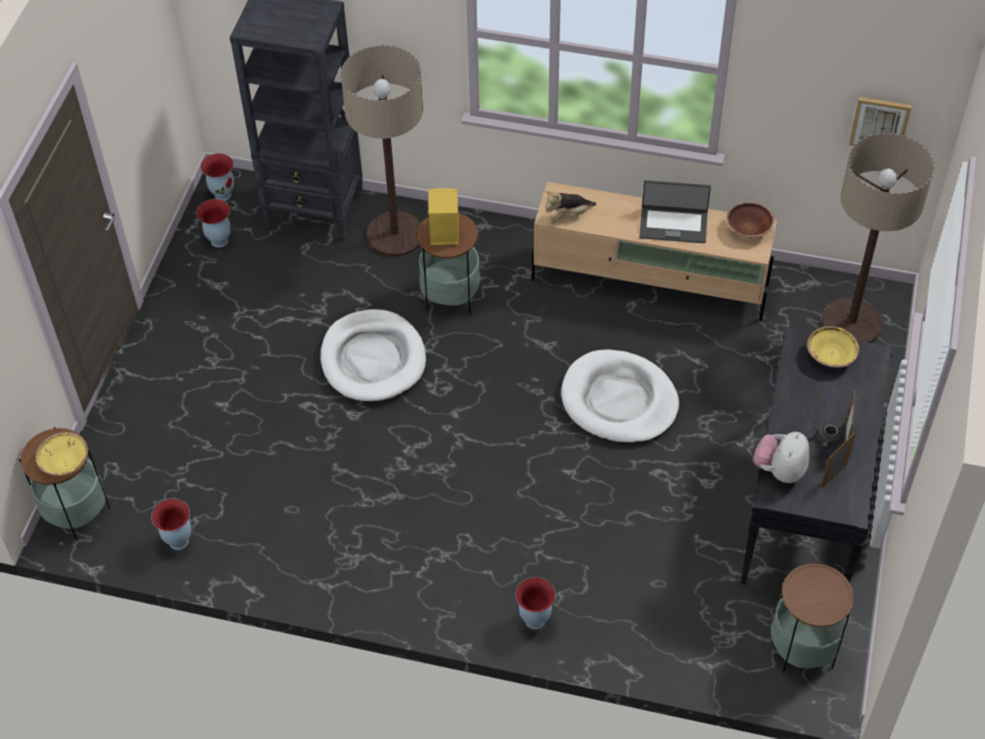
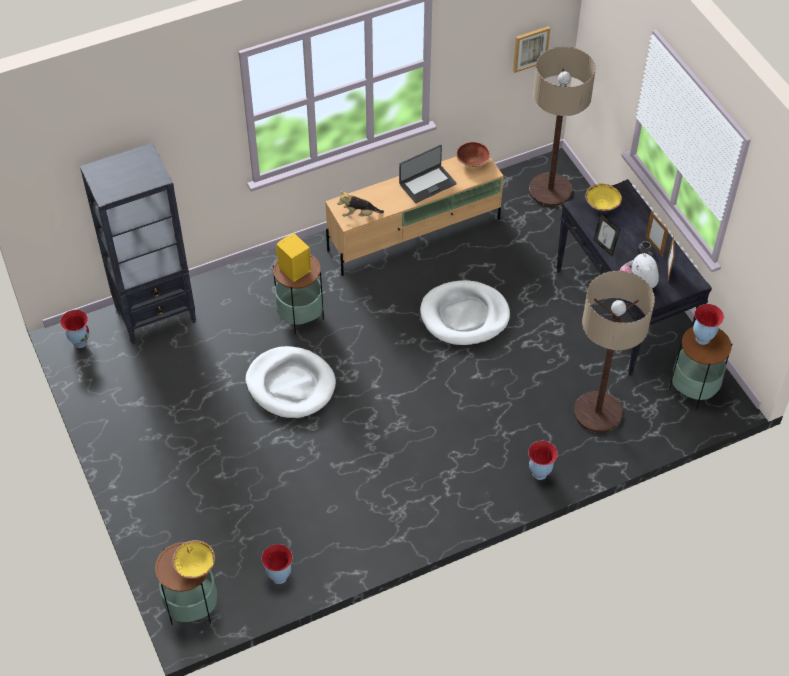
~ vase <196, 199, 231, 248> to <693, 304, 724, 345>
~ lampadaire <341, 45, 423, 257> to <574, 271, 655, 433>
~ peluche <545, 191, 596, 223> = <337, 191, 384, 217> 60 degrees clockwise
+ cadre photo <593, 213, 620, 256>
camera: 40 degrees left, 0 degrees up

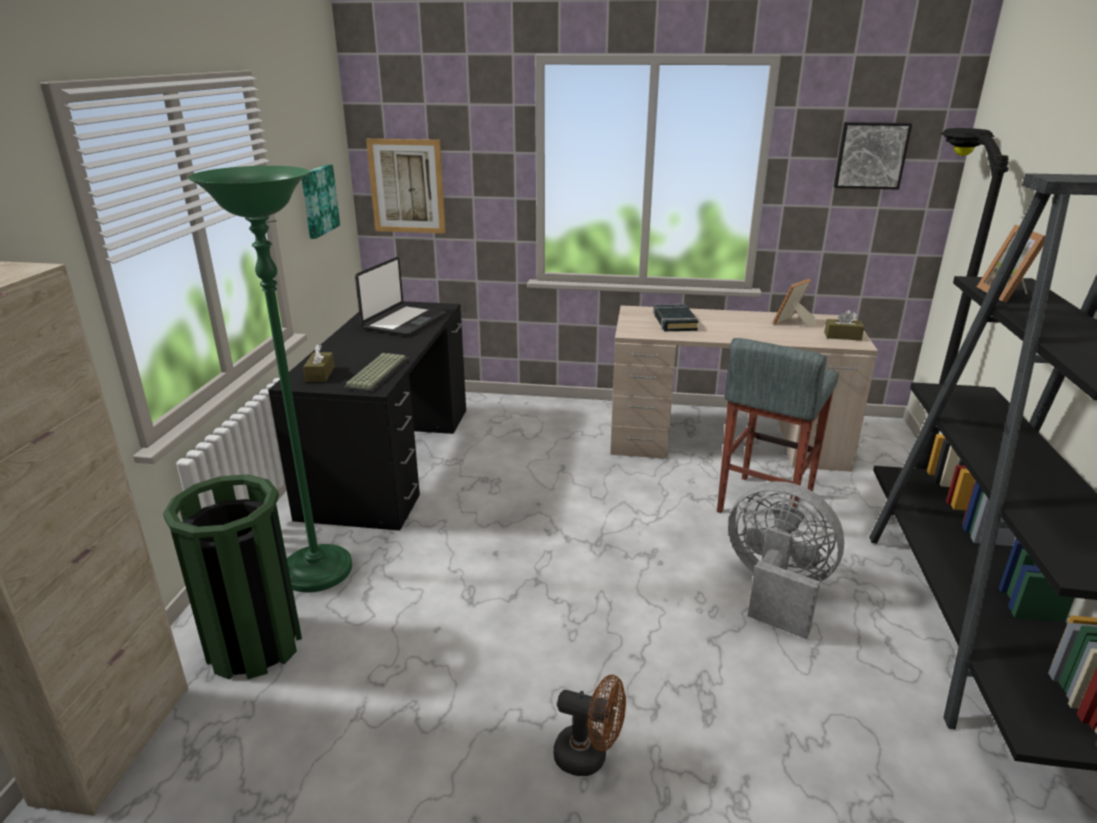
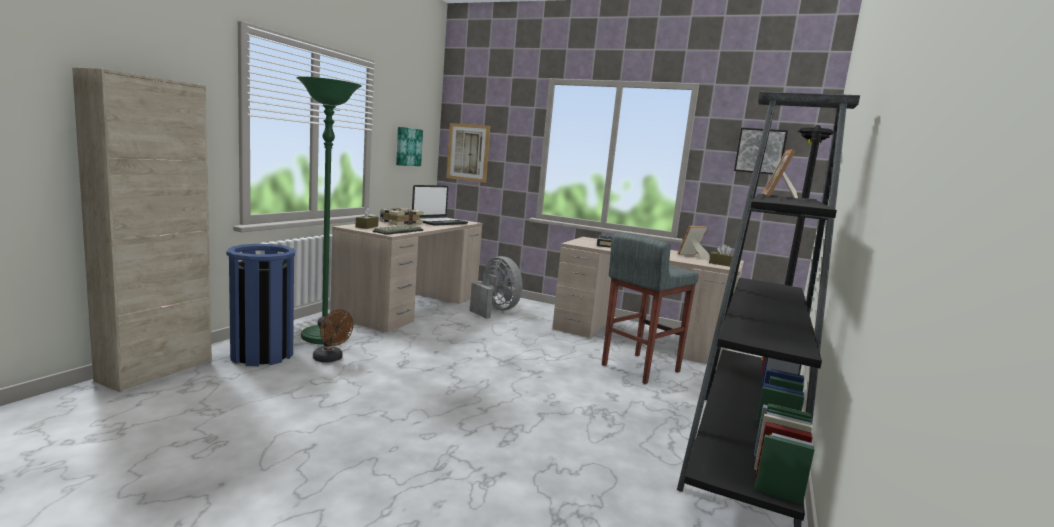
~ poubelle [vert] <163, 474, 302, 679> to poubelle [bleu] <227, 244, 295, 366>
~ bureau [noir] <268, 301, 466, 531> to bureau [beige] <330, 219, 483, 332>
~ ventilateur [marron] <553, 675, 626, 776> to <313, 309, 353, 363>
~ ventilateur [gris] <729, 481, 844, 639> to <470, 256, 523, 319>
+ livre <379, 208, 424, 225>
camera: 15 degrees right, 15 degrees down

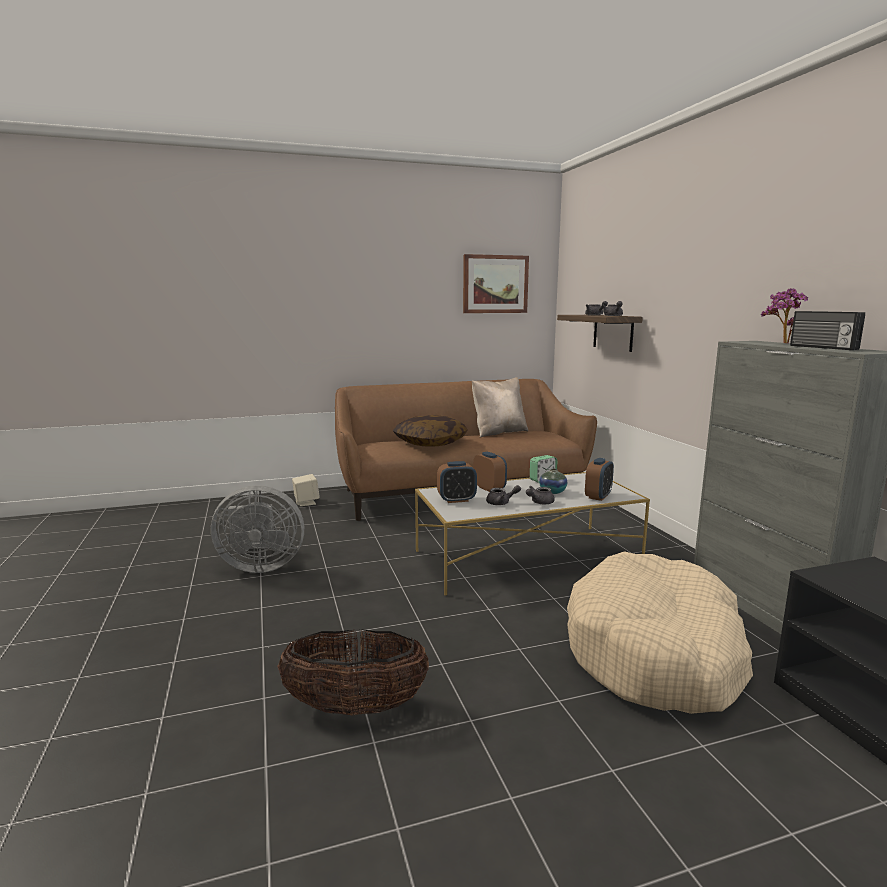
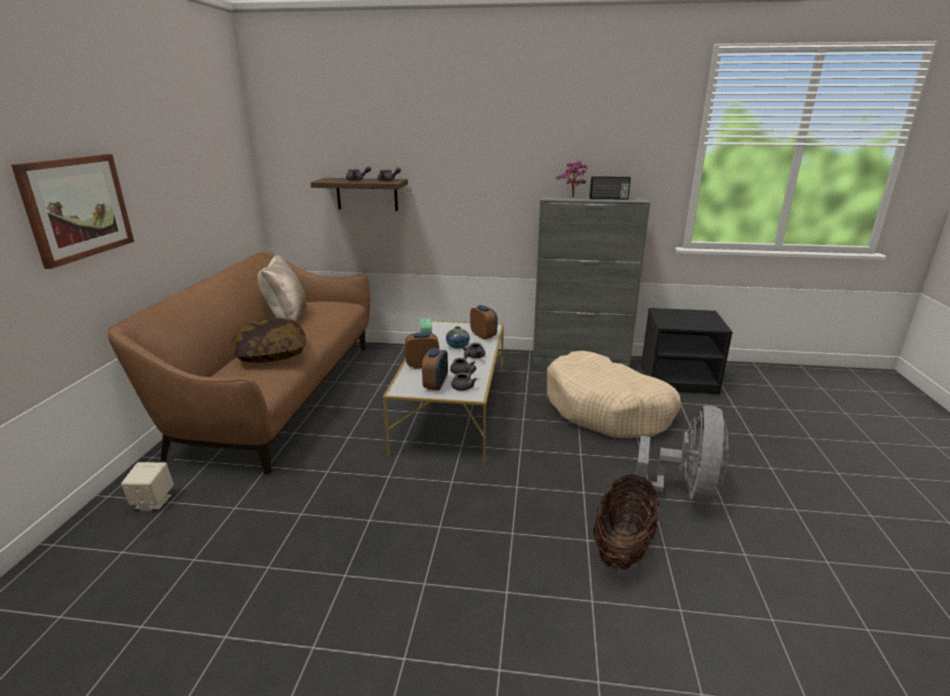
~ ventilateur [gris] <211, 485, 304, 573> to <633, 405, 729, 506>
~ tableau <463, 254, 529, 313> to <11, 154, 134, 269>
+ théière [gris] <451, 365, 477, 391>
camera: 65 degrees left, 10 degrees up

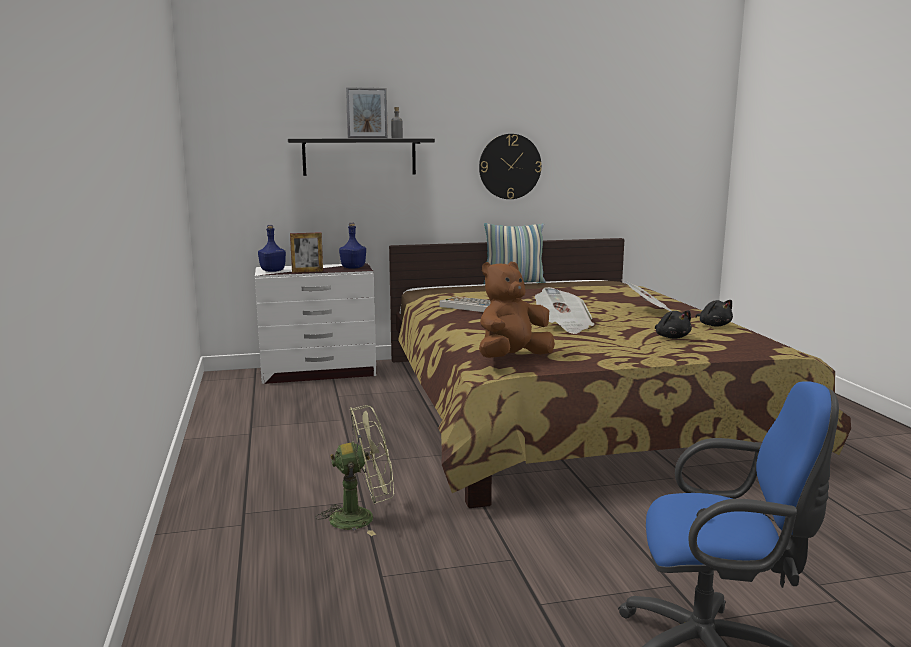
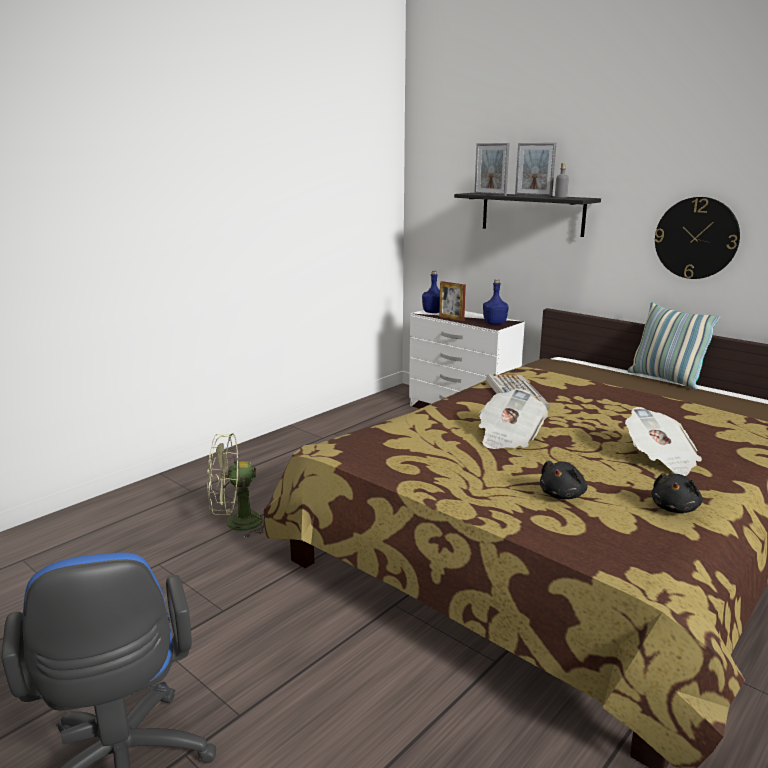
~ ventilateur [vert] <315, 405, 394, 536> = <207, 433, 265, 538> 120 degrees clockwise
- peluche [marron] <479, 261, 555, 358>
+ cadre photo <474, 143, 510, 196>
camera: 55 degrees right, 5 degrees up

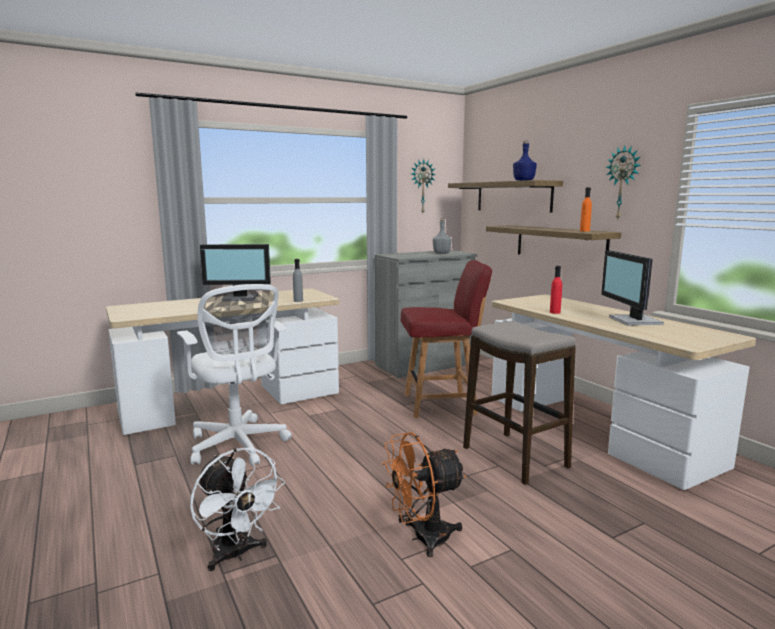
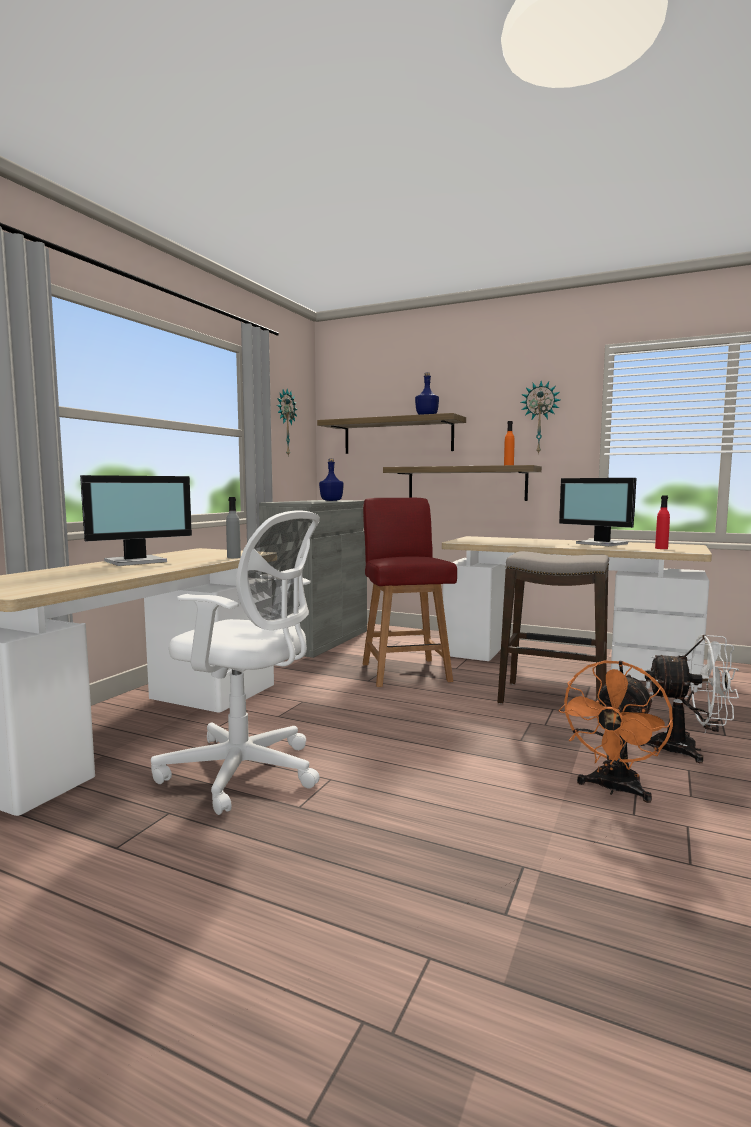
~ ventilateur [blanc] <190, 447, 285, 571> to <640, 635, 739, 763>
~ chaise [rouge] <401, 260, 492, 418> = <363, 498, 457, 687> 60 degrees counterclockwise
~ bouteille [gris] <433, 218, 451, 254> to bouteille [bleu] <319, 458, 344, 501>
~ bouteille [rouge] <550, 266, 562, 314> to <655, 495, 670, 549>
camera: 35 degrees left, 5 degrees down

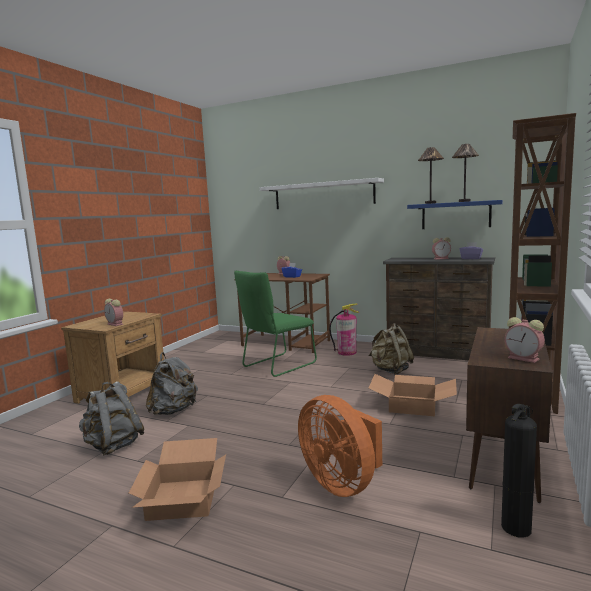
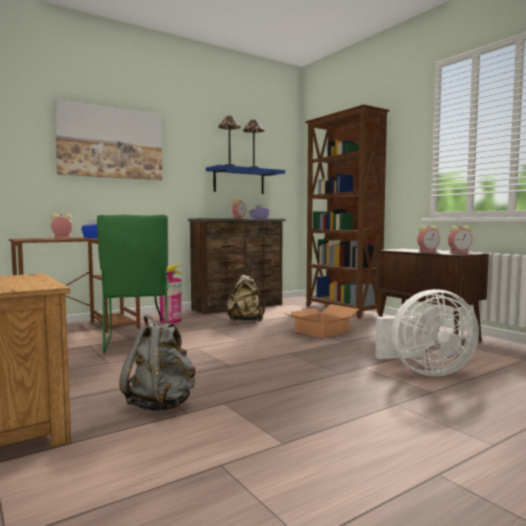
- sac à dos [gris] <79, 381, 144, 455>
~ réveil <104, 299, 123, 326> to <417, 226, 440, 252>
- carton <129, 438, 226, 521>
~ étagère [blanc] <260, 178, 384, 209> to tableau <54, 99, 162, 180>
~ ventilateur [orange] <298, 395, 382, 497> to ventilateur [blanc] <376, 289, 479, 376>
- extincteur <501, 404, 537, 538>
camera: 60 degrees left, 5 degrees down

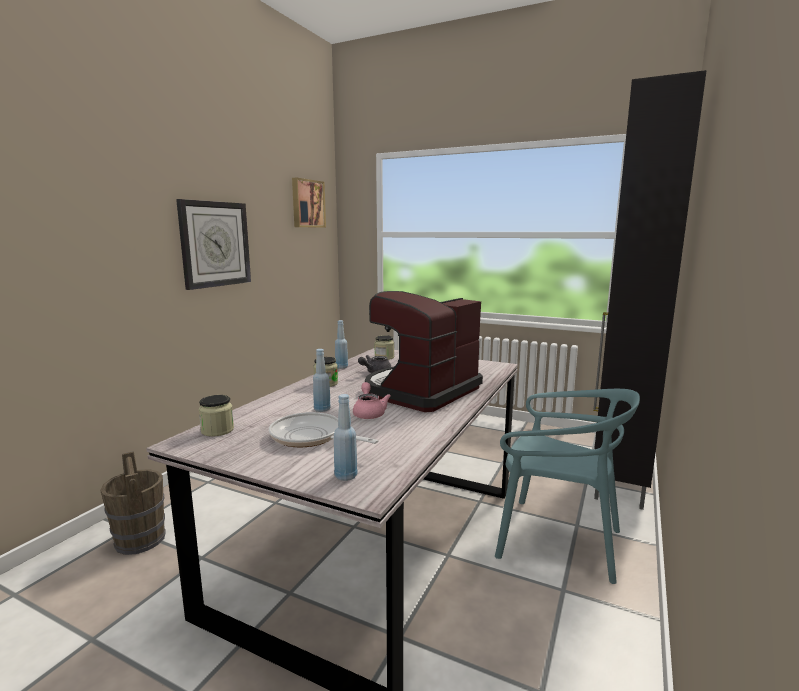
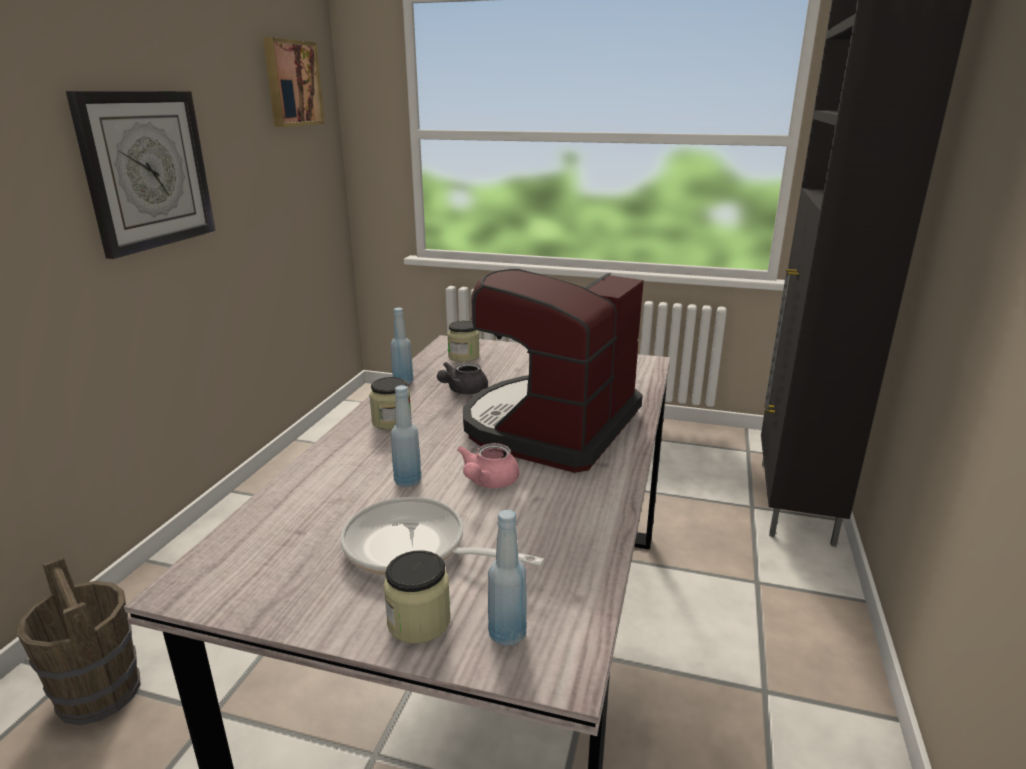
~ bocal <199, 395, 234, 437> to <384, 550, 451, 644>
~ théière [rose] <353, 382, 391, 419> = <457, 443, 520, 488> 135 degrees counterclockwise
- chaise [turquoise] <495, 389, 640, 584>
camera: 10 degrees left, 10 degrees up

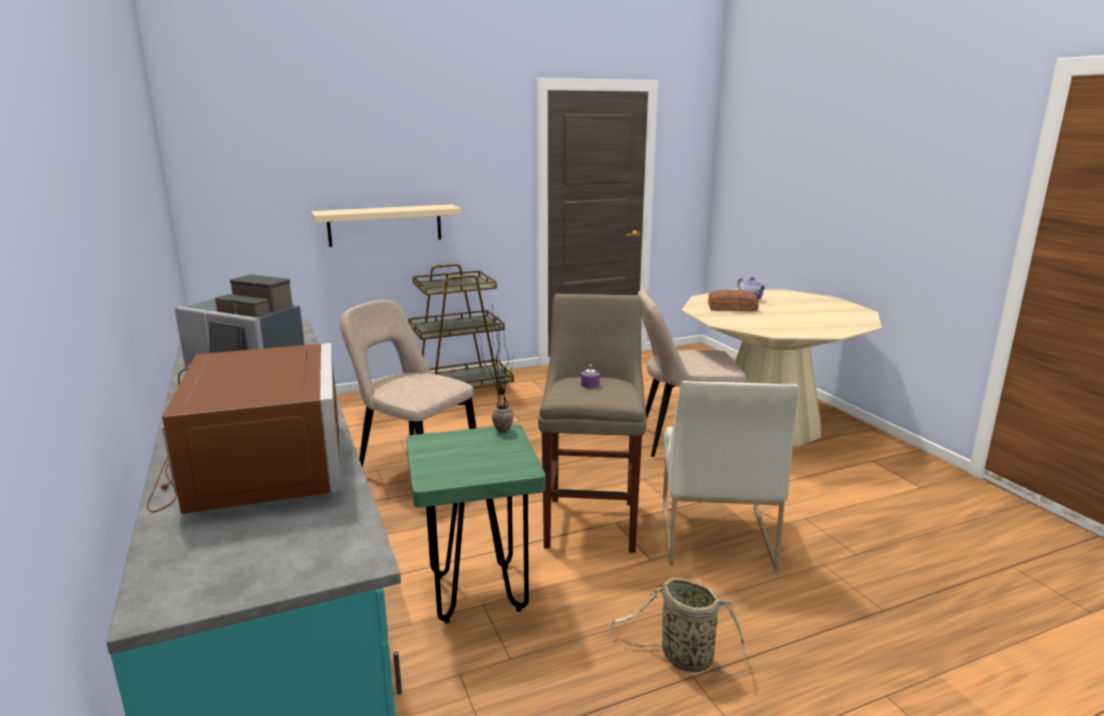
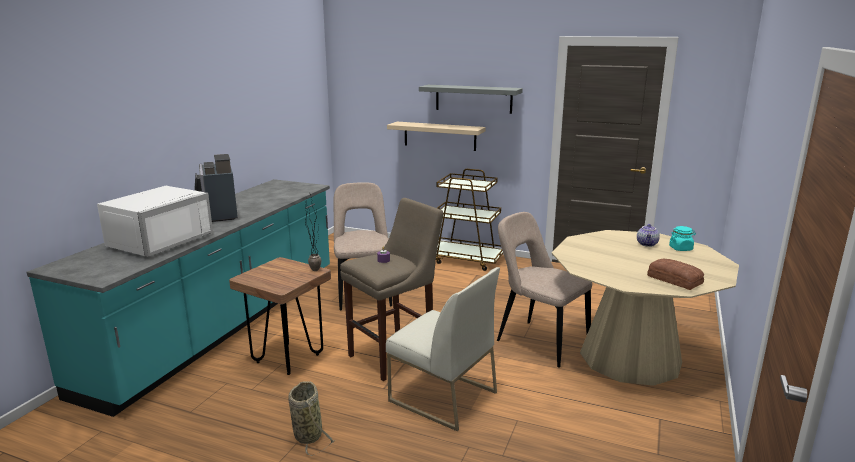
~ micro-ondes [marron] <147, 343, 343, 514> to micro-ondes [blanc] <97, 186, 213, 257>
~ tabouret [vert] <406, 424, 546, 624> to tabouret [marron] <229, 257, 331, 375>
~ chaise [blanc] <663, 381, 799, 571> = <386, 267, 500, 431> 105 degrees counterclockwise
~ pain <708, 290, 759, 312> to <647, 259, 704, 290>
+ étagère [gris] <419, 85, 523, 114>
+ bocal [turquoise] <669, 226, 696, 251>
camera: 45 degrees right, 0 degrees up

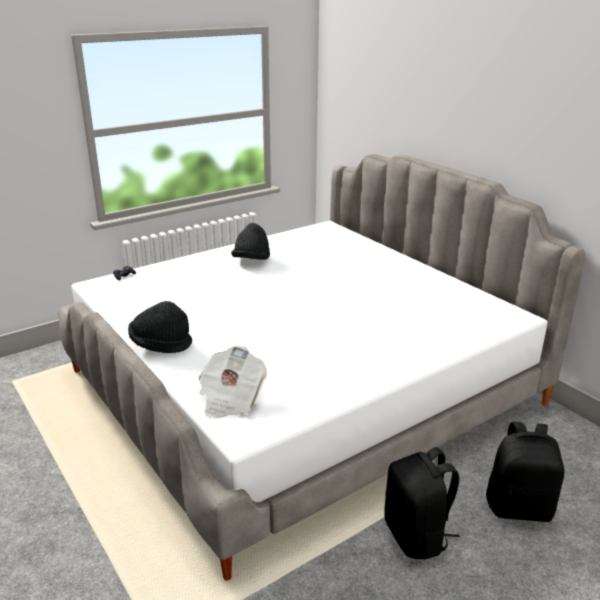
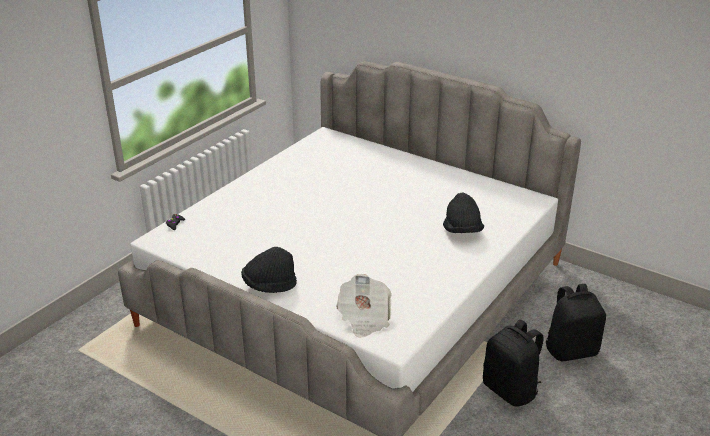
~ chapeau [noir] <231, 223, 270, 260> to <443, 193, 484, 233>
camera: 20 degrees left, 5 degrees up

